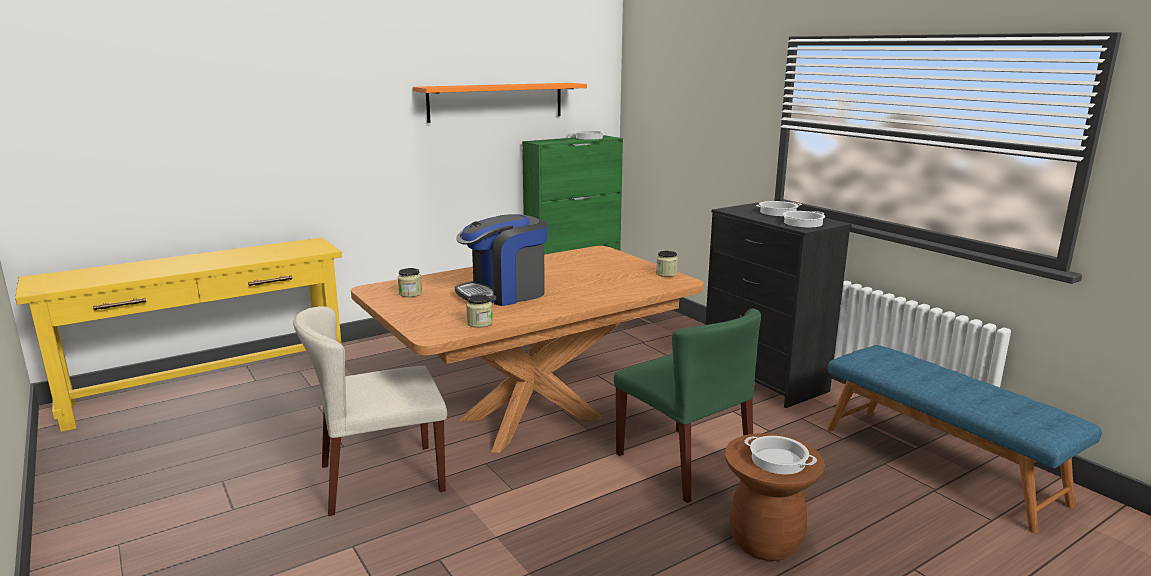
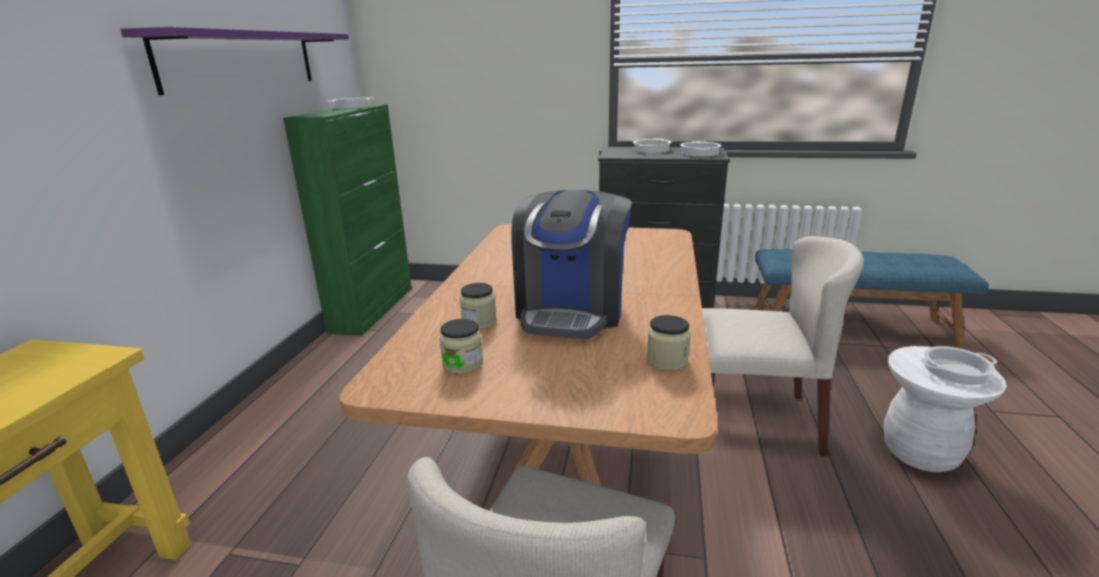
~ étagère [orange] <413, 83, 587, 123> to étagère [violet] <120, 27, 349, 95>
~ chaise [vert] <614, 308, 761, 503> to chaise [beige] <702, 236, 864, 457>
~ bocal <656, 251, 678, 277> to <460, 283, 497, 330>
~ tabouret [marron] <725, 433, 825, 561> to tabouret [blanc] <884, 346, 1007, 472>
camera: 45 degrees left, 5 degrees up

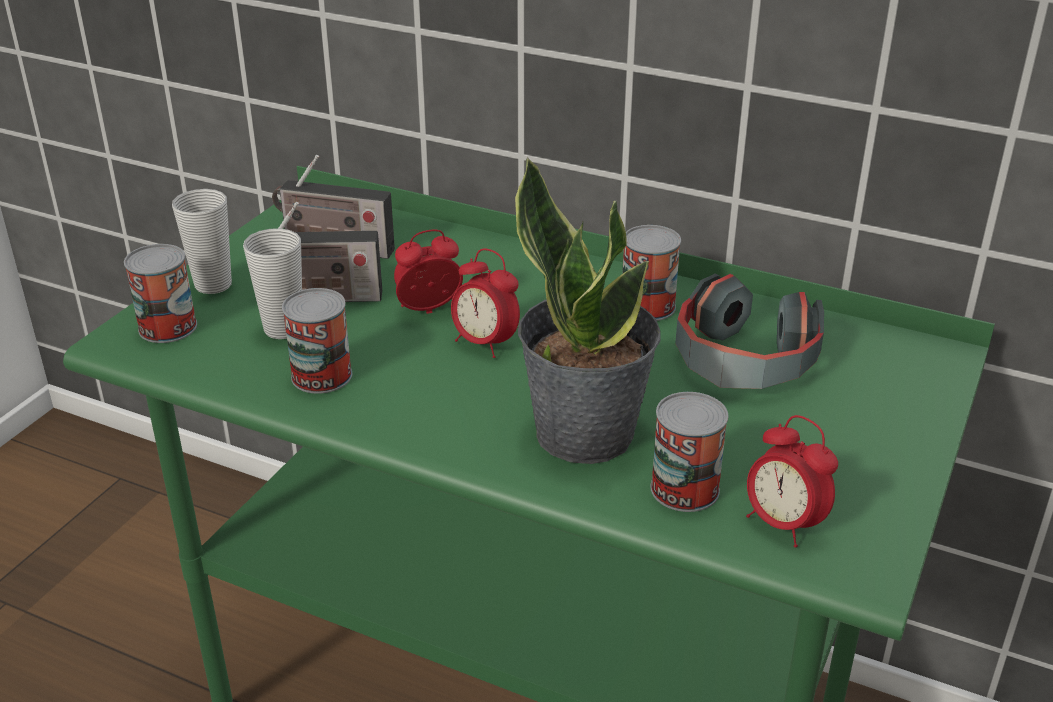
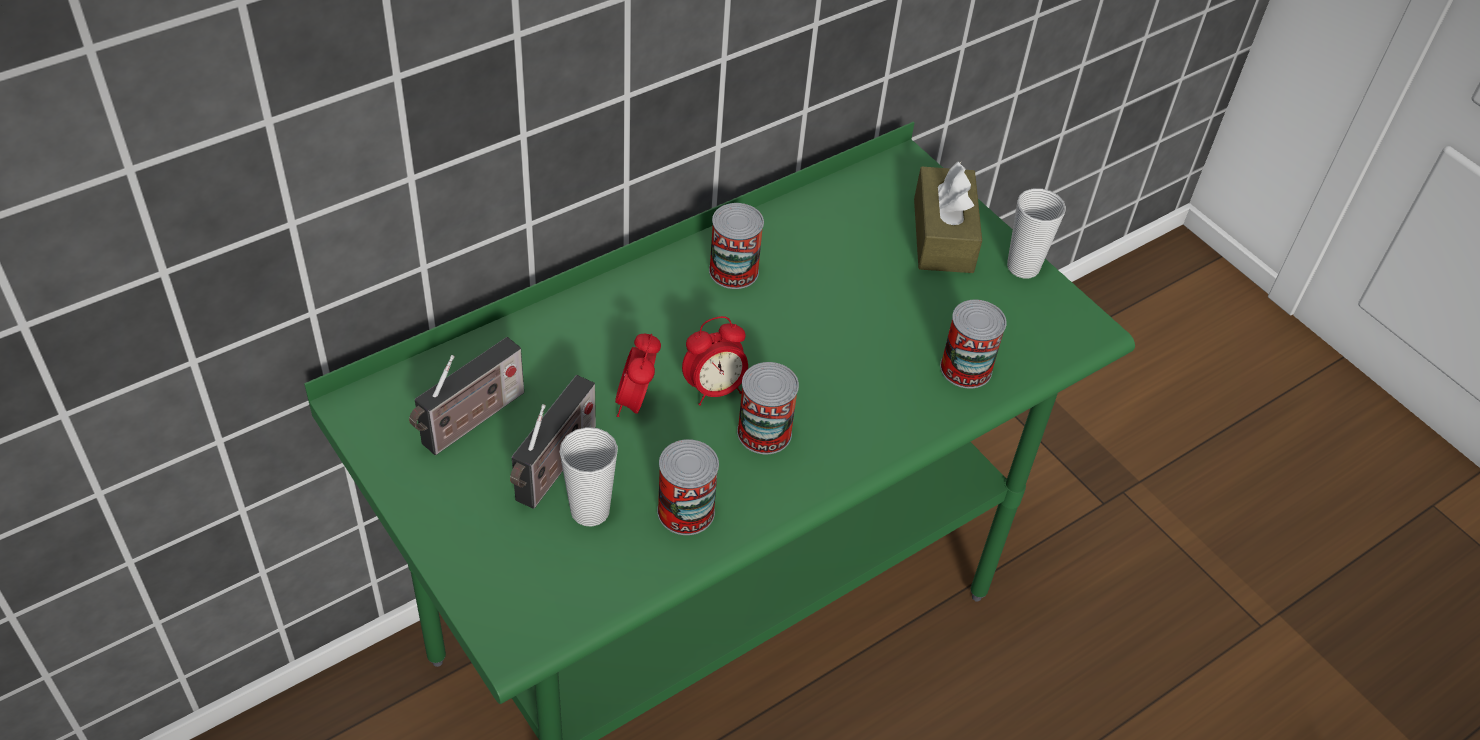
~ boîte métallique <124, 244, 197, 343> to <737, 362, 799, 454>
~ tasse <172, 189, 232, 294> to <1007, 188, 1066, 278>
- plante en pot <515, 157, 661, 464>
- casque audio <675, 273, 824, 389>
- réveil <746, 415, 838, 547>
+ boîte à mouchoirs [marron] <914, 161, 982, 273>
camera: 65 degrees left, 15 degrees up

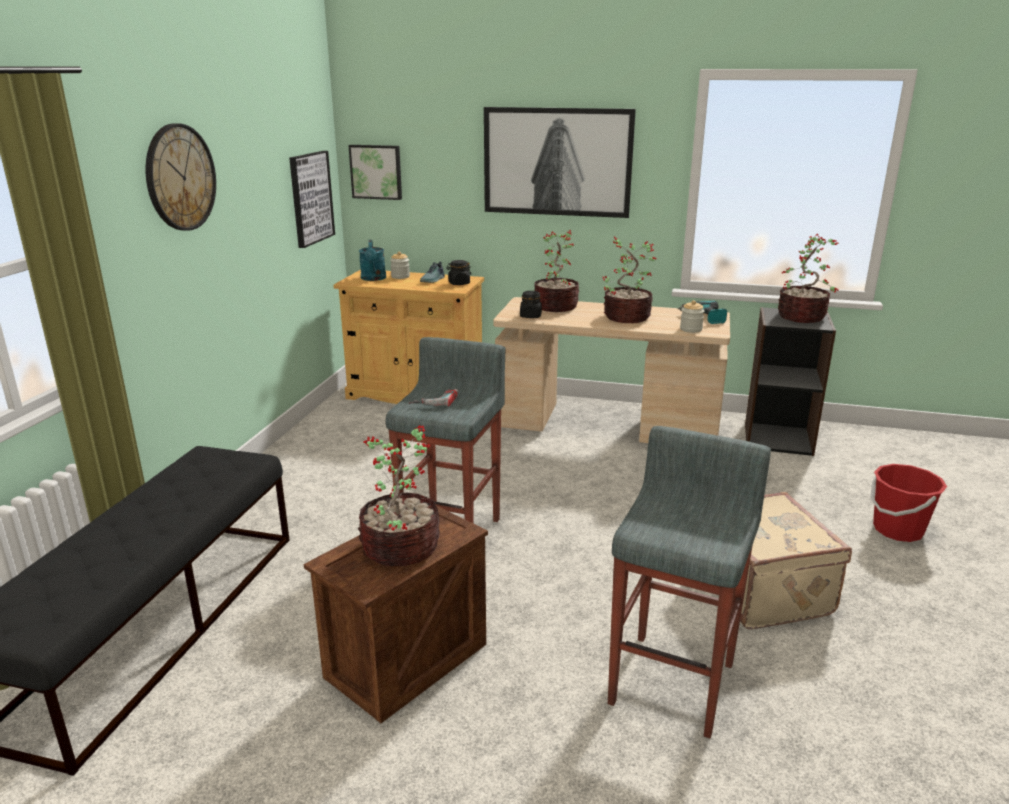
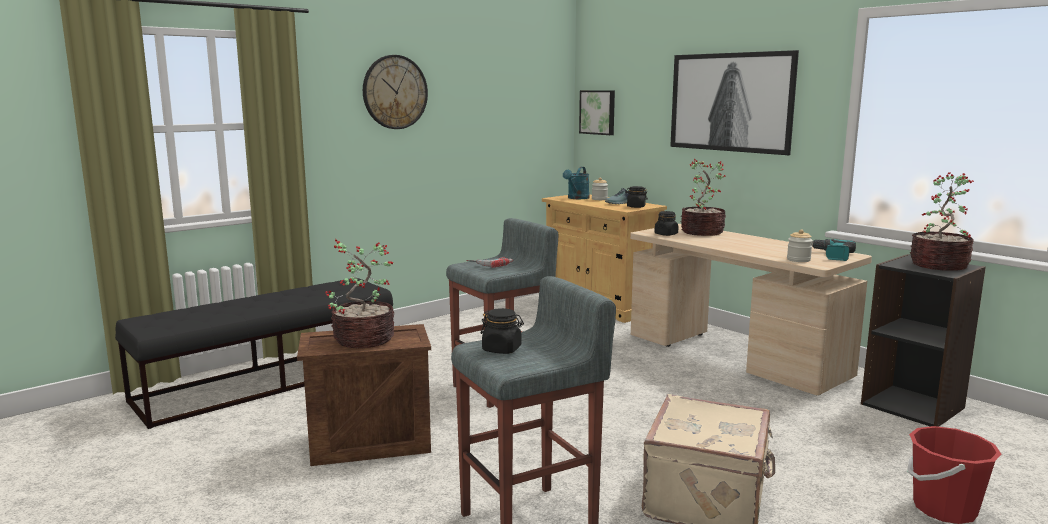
- tableau <289, 151, 335, 248>
- plante en pot <603, 236, 657, 323>
+ bocal [noir] <481, 308, 524, 354>
camera: 35 degrees right, 10 degrees down

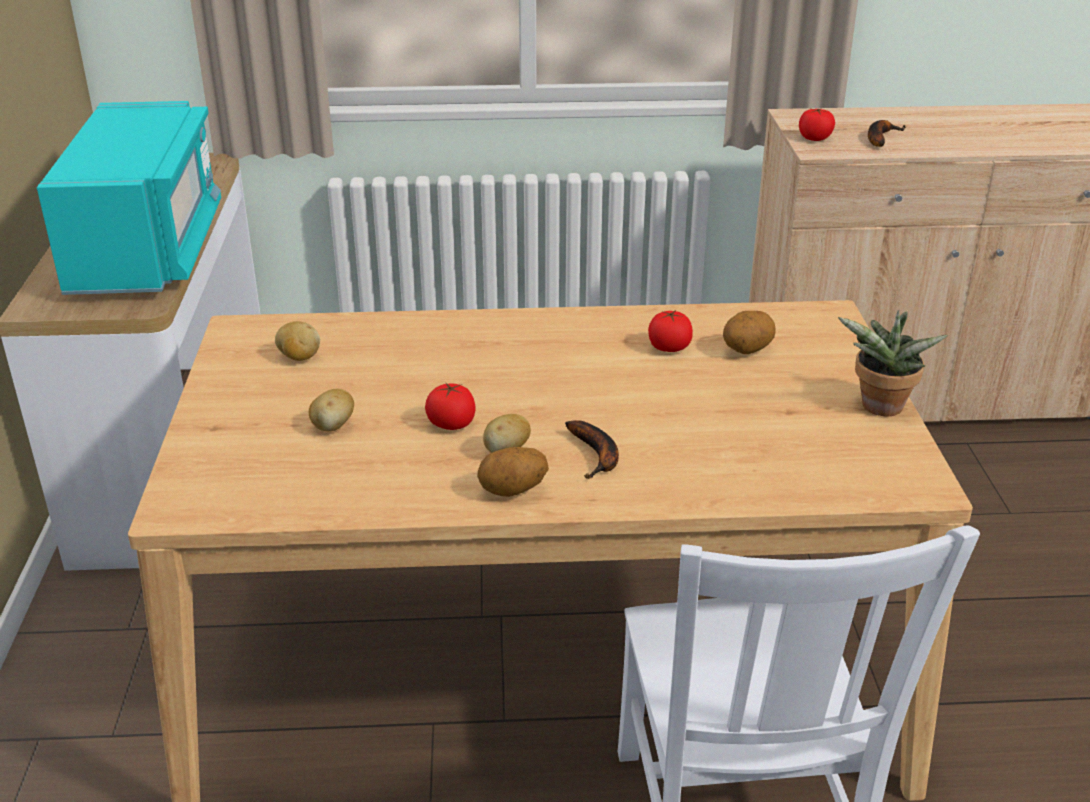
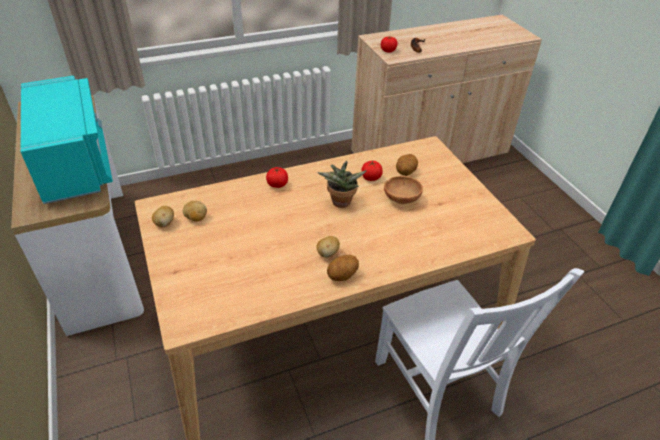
~ pomme de terre <309, 389, 354, 432> to <152, 206, 174, 227>
~ tomate <425, 382, 476, 430> to <266, 167, 288, 188>
- banane <565, 420, 619, 479>
~ plante en pot <838, 310, 948, 416> to <317, 161, 367, 208>
+ bol [marron] <384, 176, 423, 204>
camera: 20 degrees left, 10 degrees up

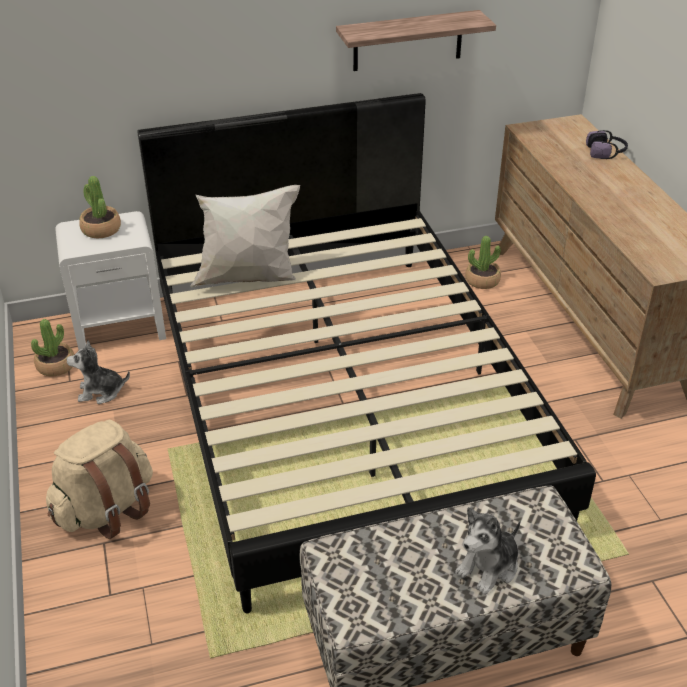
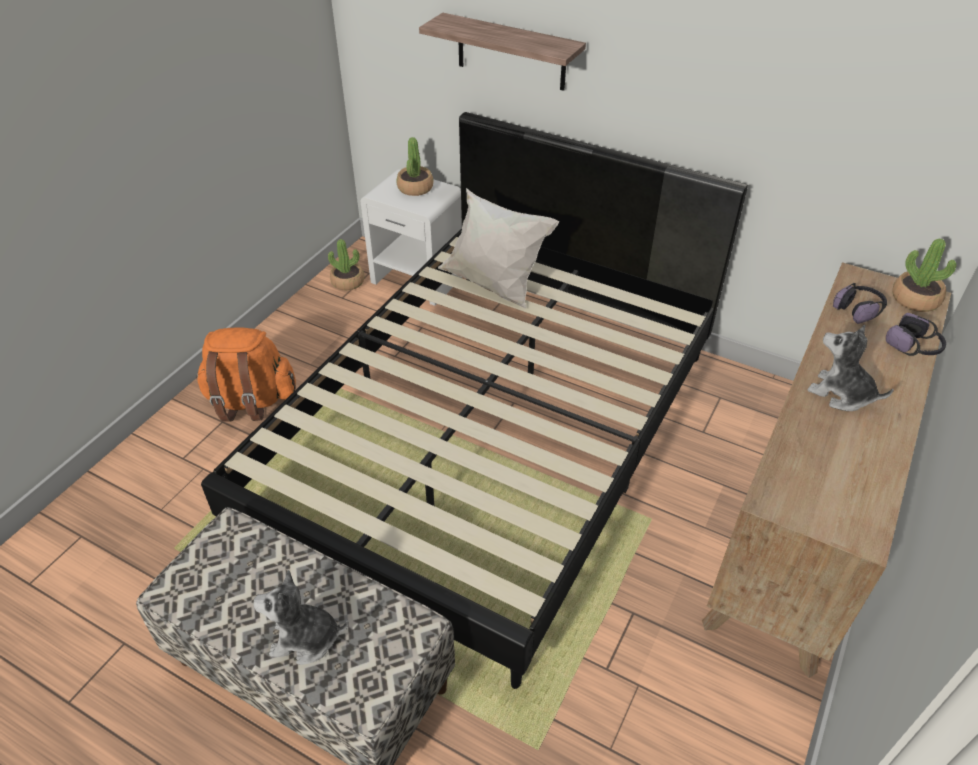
~ sac à dos [beige] <46, 420, 153, 539> to sac à dos [orange] <196, 328, 296, 421>
~ peluche <67, 340, 130, 404> to <807, 325, 893, 411>
~ étagère <336, 10, 496, 71> to <419, 13, 586, 91>
~ plante en pot <465, 236, 501, 289> to <892, 238, 956, 312>
+ casque audio <833, 283, 887, 324>
camera: 45 degrees right, 5 degrees up

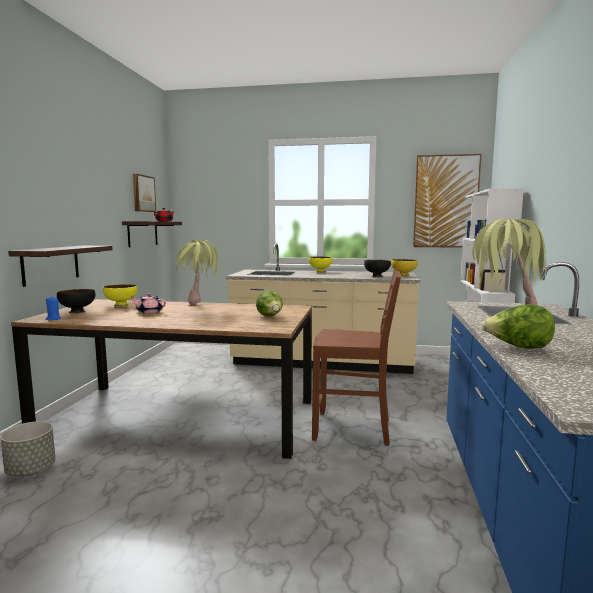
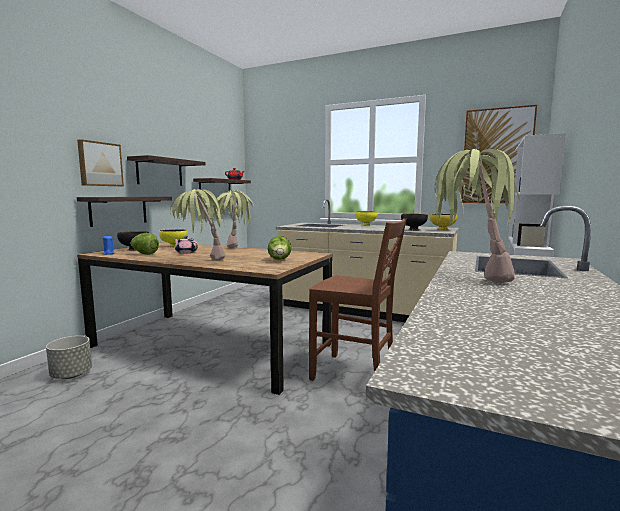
~ tableau <133, 174, 156, 212> to <77, 139, 124, 186>
~ laitue <481, 304, 555, 349> to <130, 233, 159, 255>
+ étagère <127, 155, 206, 186>
+ plante en pot <170, 189, 225, 260>
camera: 15 degrees right, 0 degrees up

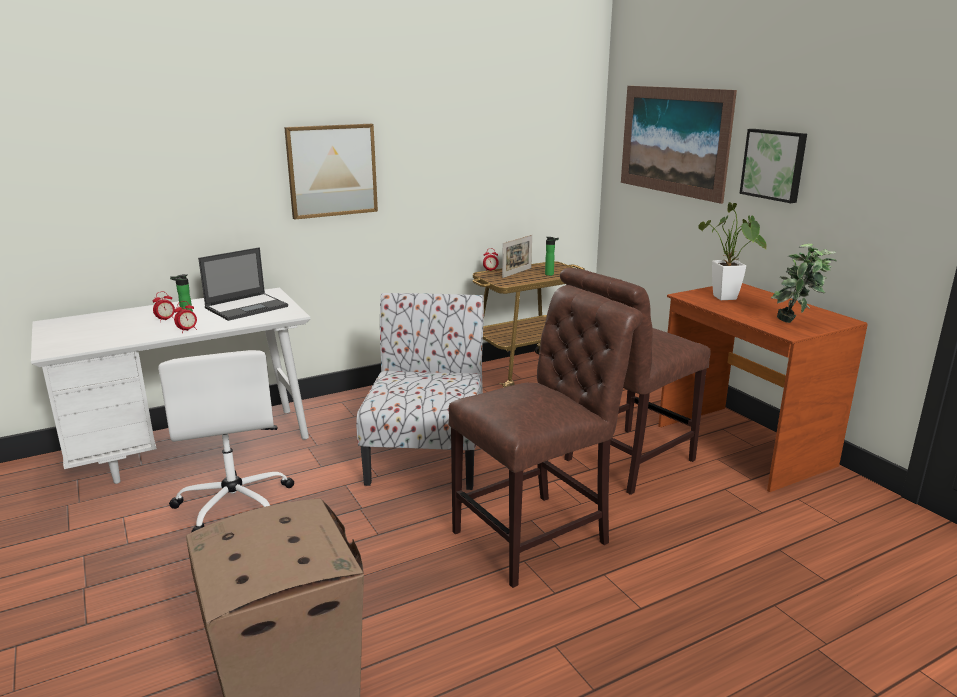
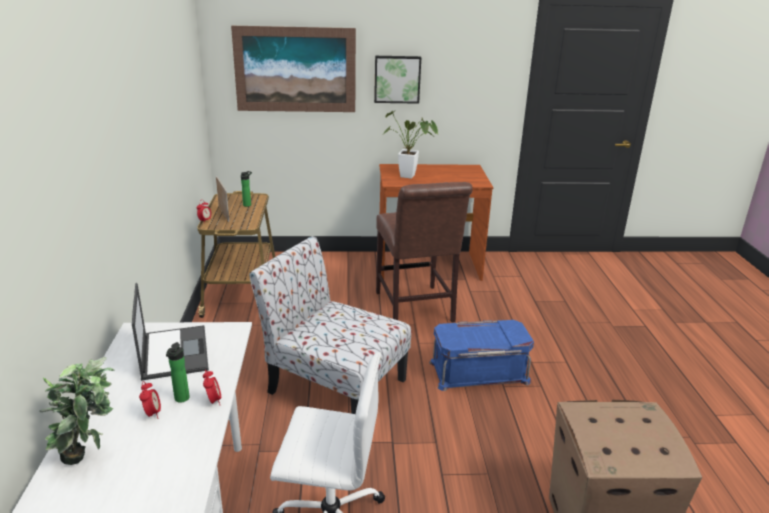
- tableau <284, 124, 378, 220>
~ chaise [marron] <448, 285, 643, 588> to boîte de rangement [bleu] <429, 320, 534, 391>
~ plante en pot <771, 243, 837, 323> to <39, 357, 115, 465>
camera: 65 degrees left, 5 degrees up

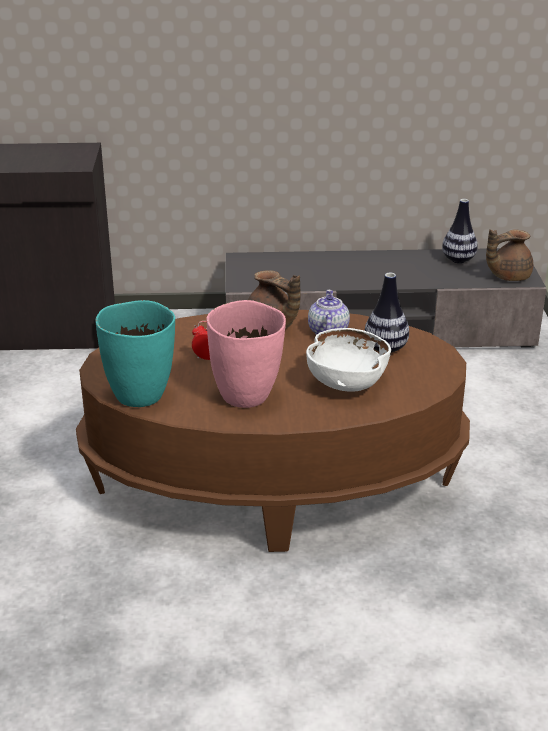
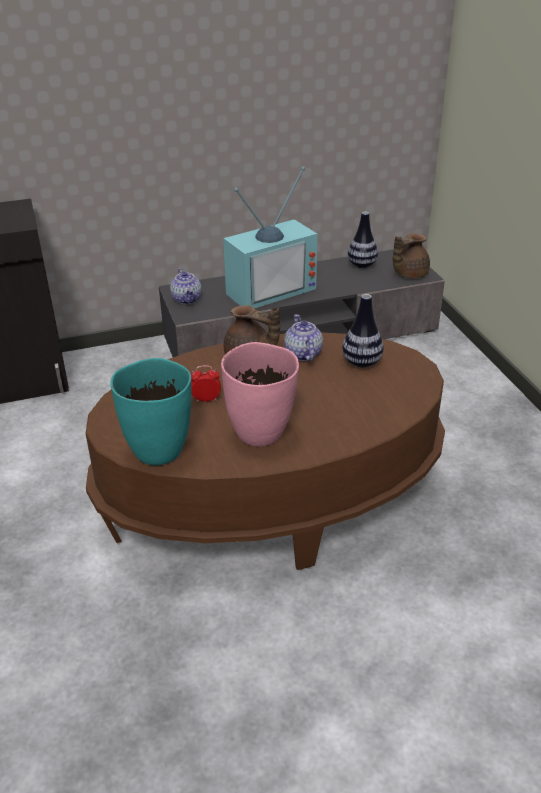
- bol [blanc] <306, 328, 391, 392>
+ théière <170, 269, 202, 304>
+ téléviseur <223, 167, 317, 308>
camera: 15 degrees left, 5 degrees up

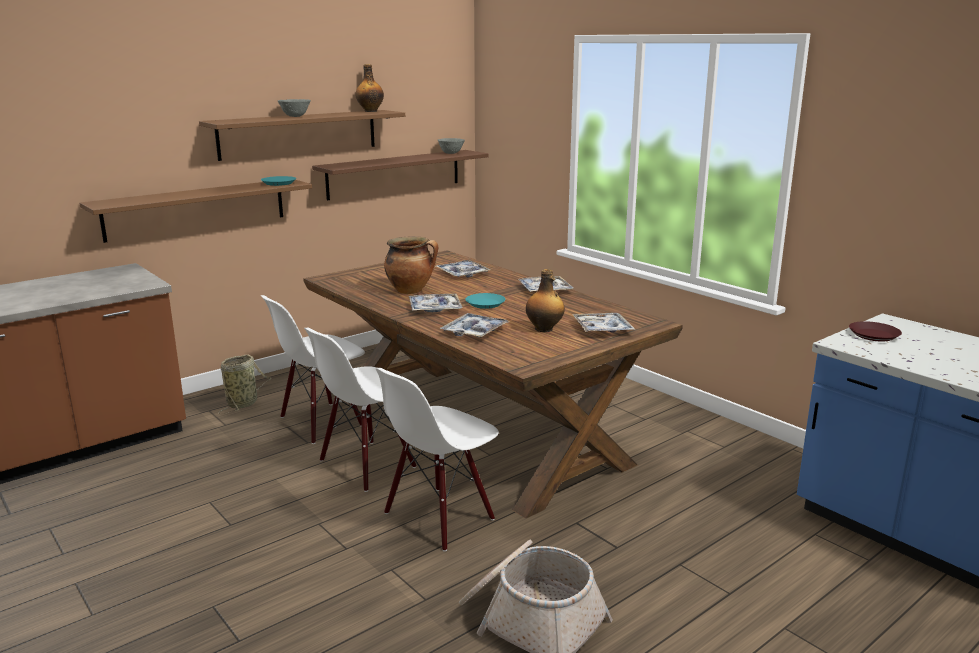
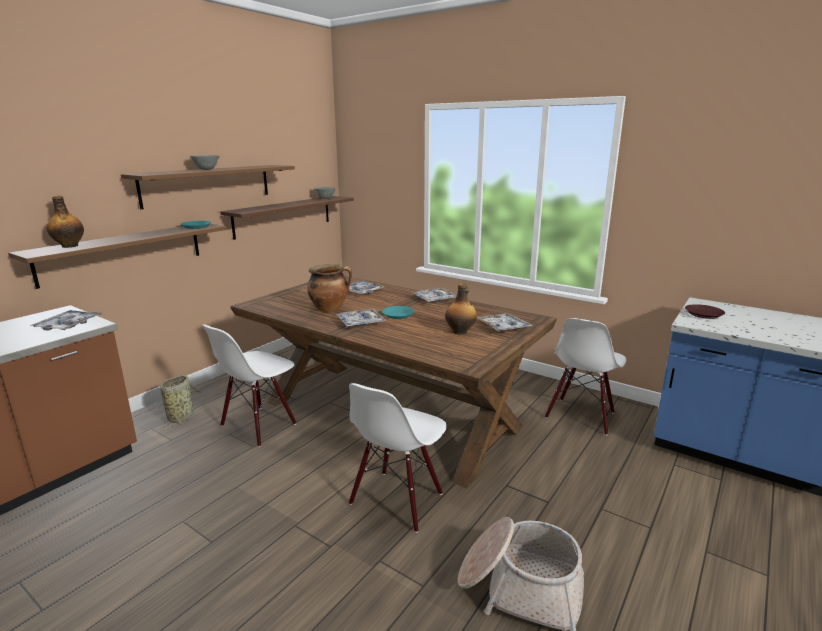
~ chaise [blanc] <304, 328, 416, 492> to <545, 318, 626, 435>
~ bouteille <355, 64, 384, 112> to <47, 196, 84, 248>
~ plateau <440, 313, 510, 338> to <30, 310, 102, 330>
camera: 15 degrees left, 0 degrees up

